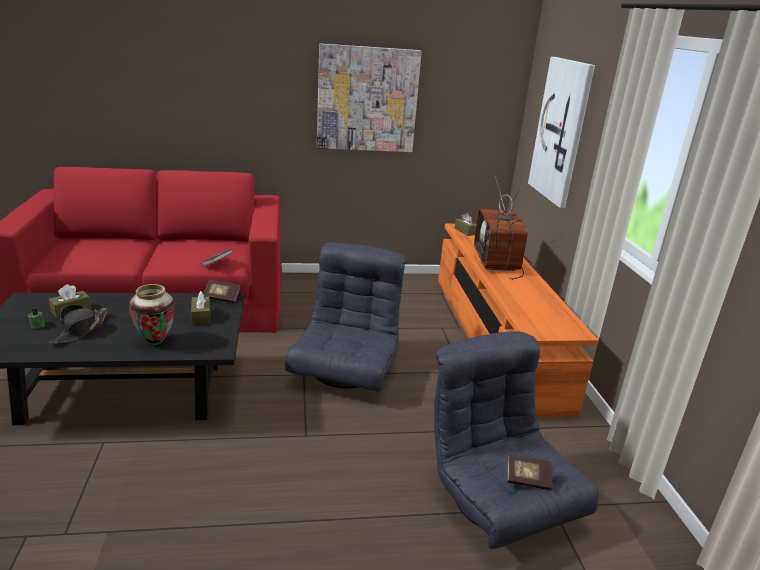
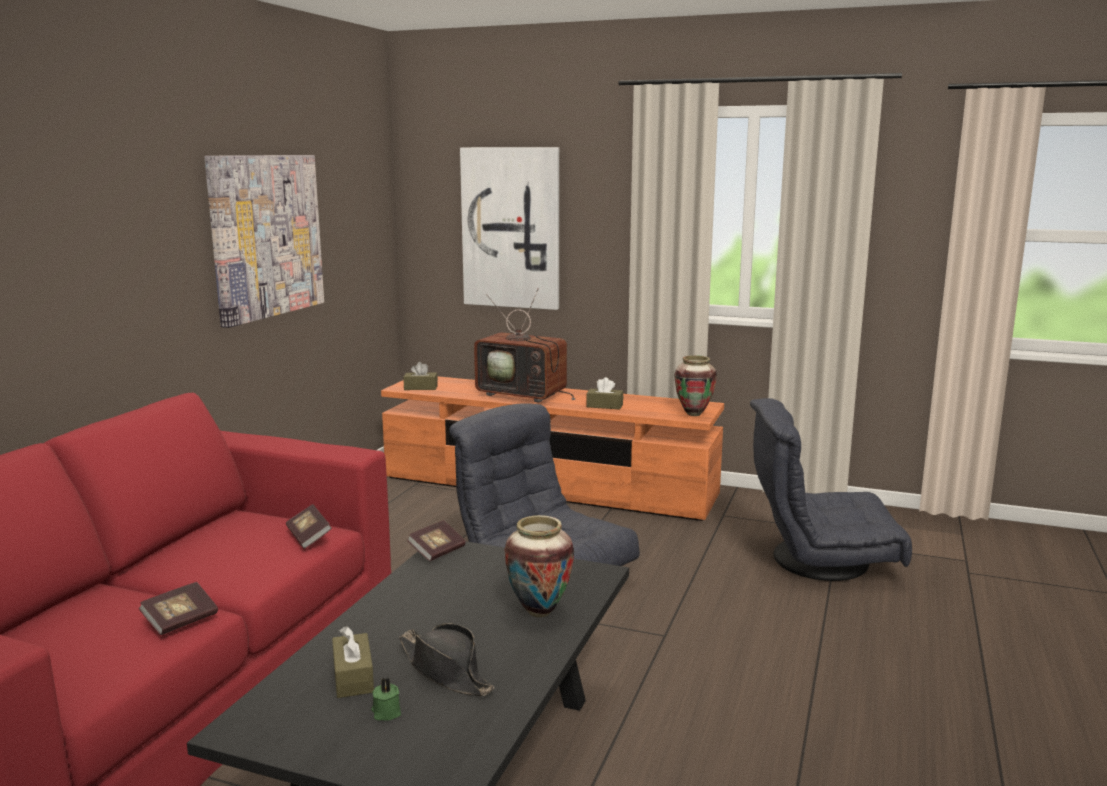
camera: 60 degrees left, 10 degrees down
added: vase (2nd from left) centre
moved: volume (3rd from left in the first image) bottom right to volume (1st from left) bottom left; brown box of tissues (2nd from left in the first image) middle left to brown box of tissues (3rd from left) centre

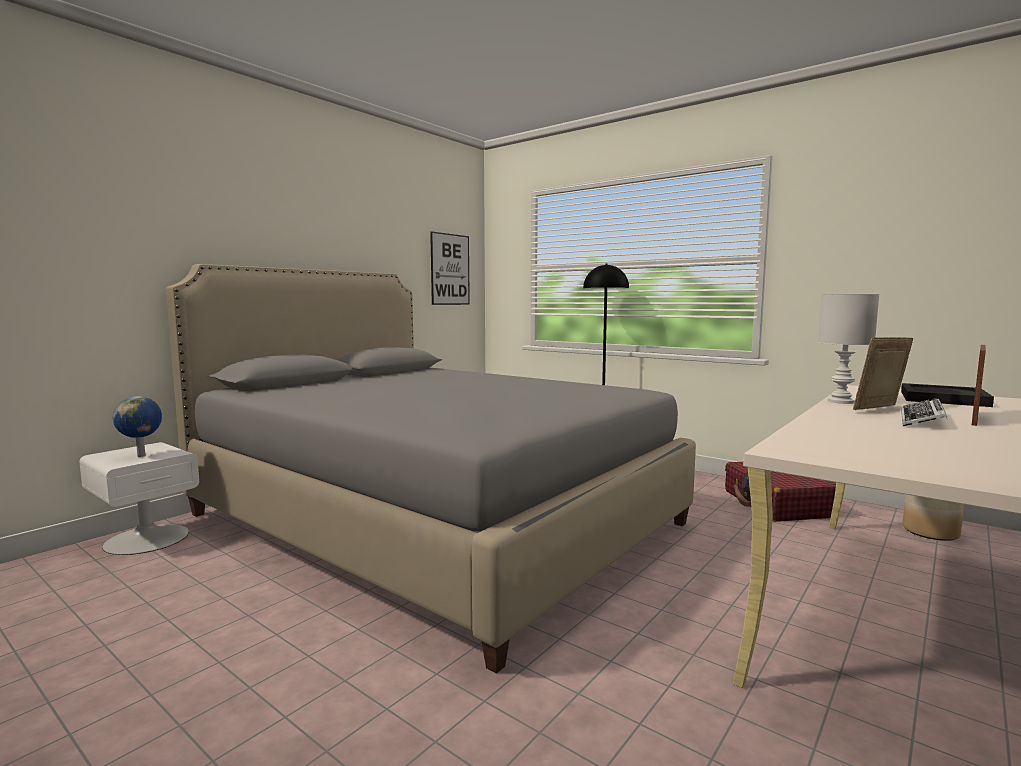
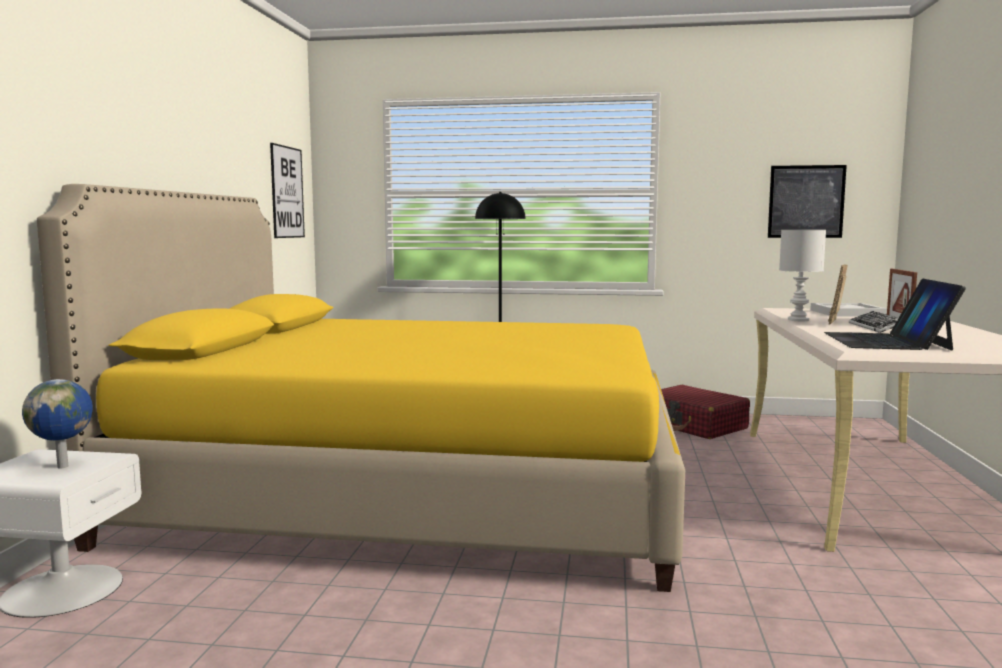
camera: 30 degrees left, 0 degrees up
removed: flower pot bottom right
added: wall art (2nd from left) top right; portable computer middle right
recoloured: greyish bed centre to yellow-coloured bed centre; black-coloured tray middle right to white tray middle right

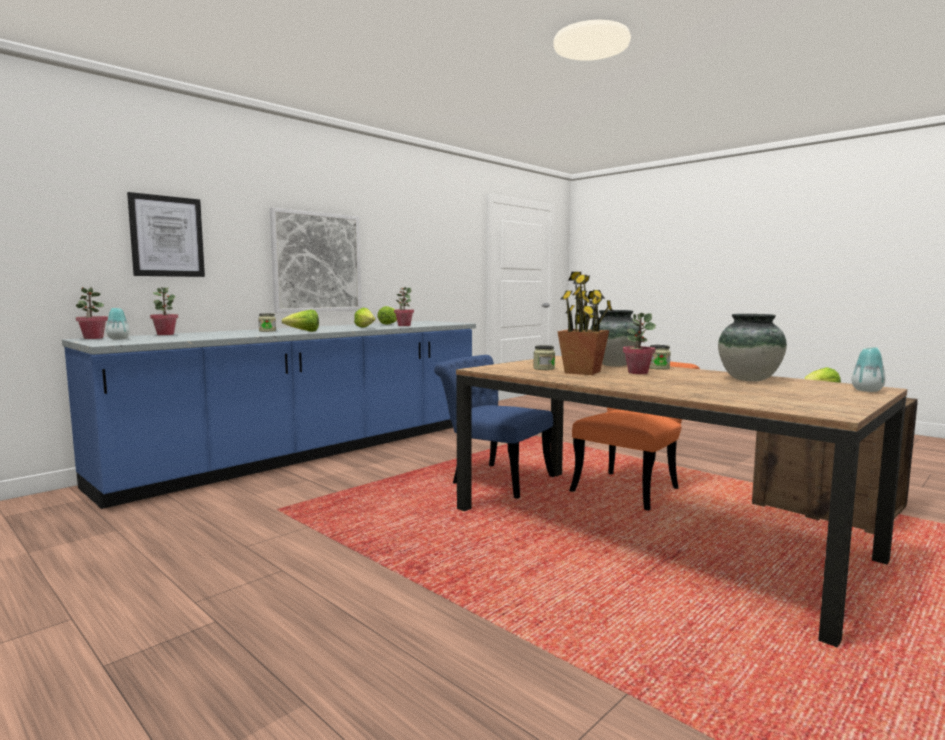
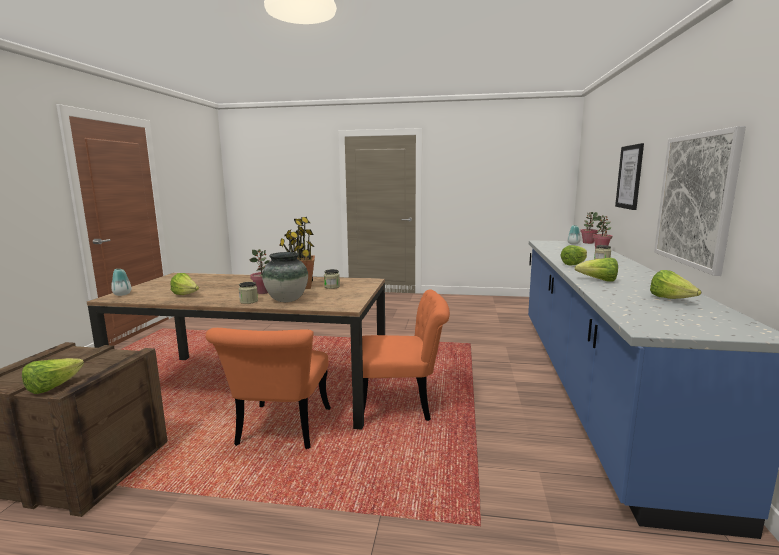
camera: 145 degrees right, 5 degrees up
removed: potted plant (3rd from left) centre
replaced: vase (3rd from left) middle right to lettuce (2nd from left) middle left
recoloured: bluish upright chair centre to orange-coloured upright chair (2nd from left) centre

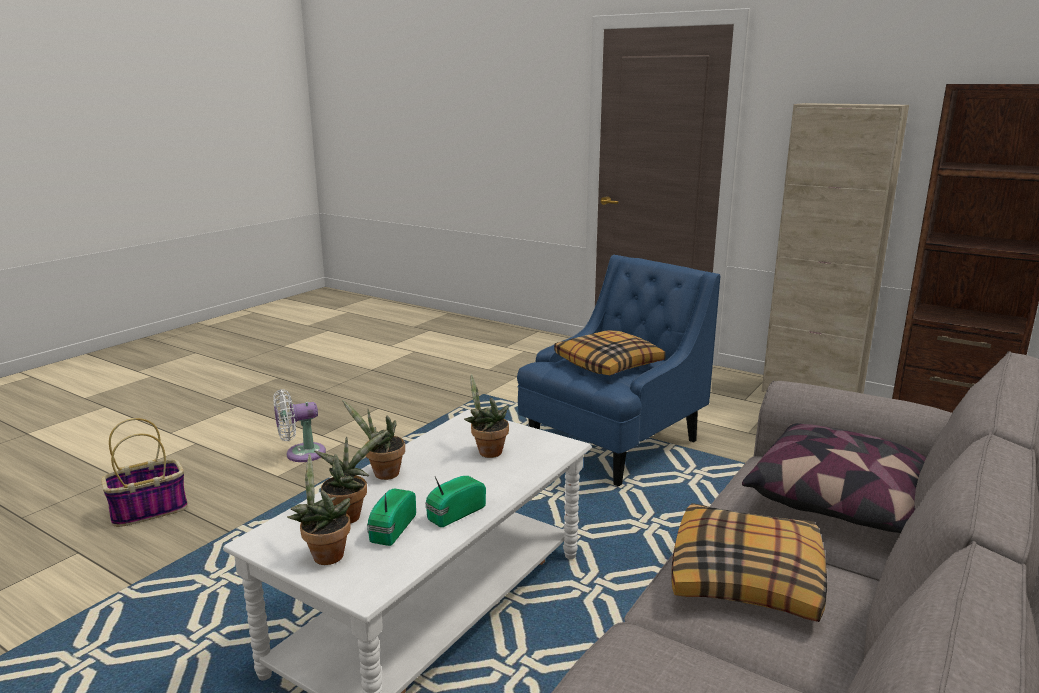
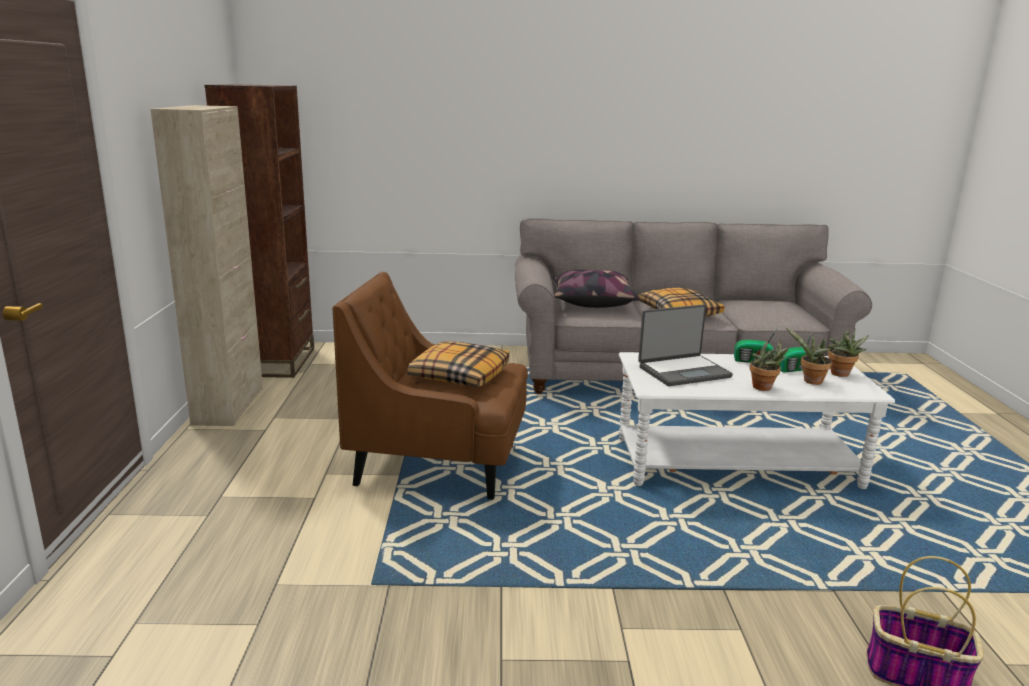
camera: 125 degrees left, 0 degrees up
removed: white fan middle left
replaced: potted plant (4th from left) centre to portable computer centre
recoloured: bluish easy chair centre to brown easy chair centre

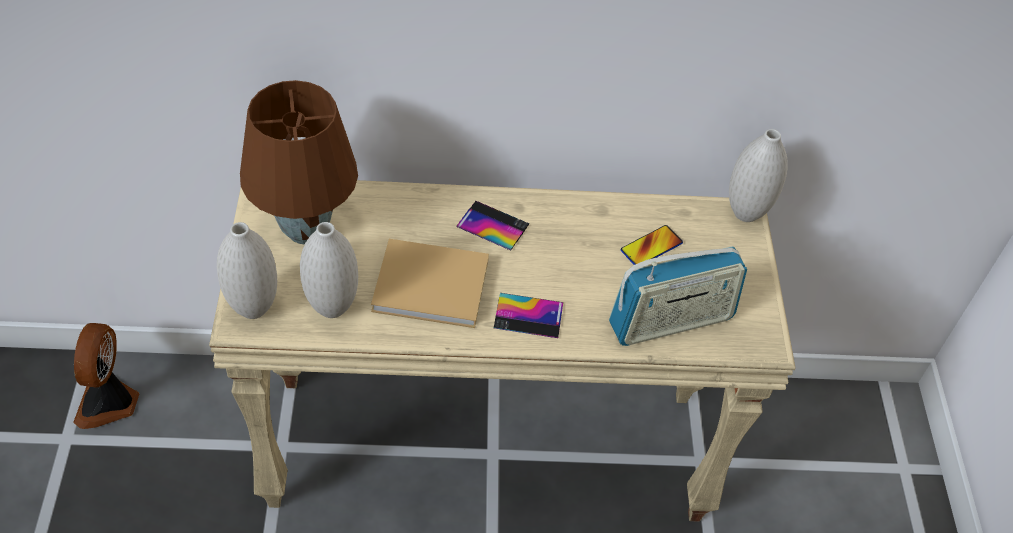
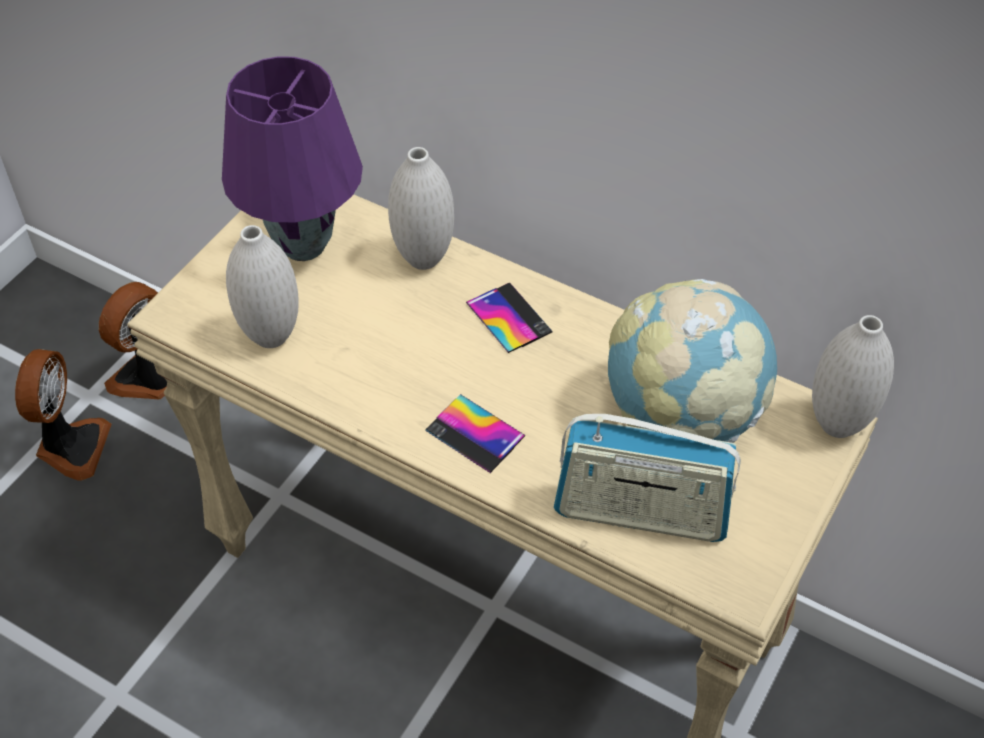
camera: 35 degrees right, 0 degrees up
removed: beige volume centre
added: fan (1st from left) middle left
moved: white vase (1st from left in the first image) middle left to white vase (2nd from left) top centre
replaced: handset (3rd from left) centre to world globe middle right
recoloured: brown table lamp top left to purple table lamp top left

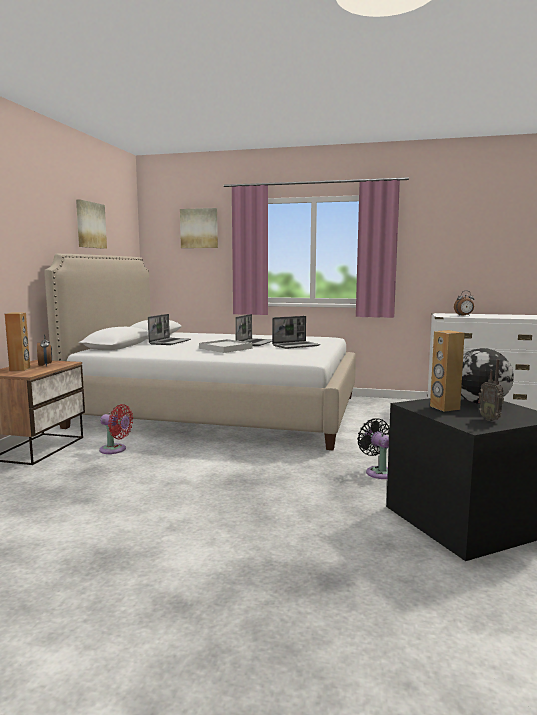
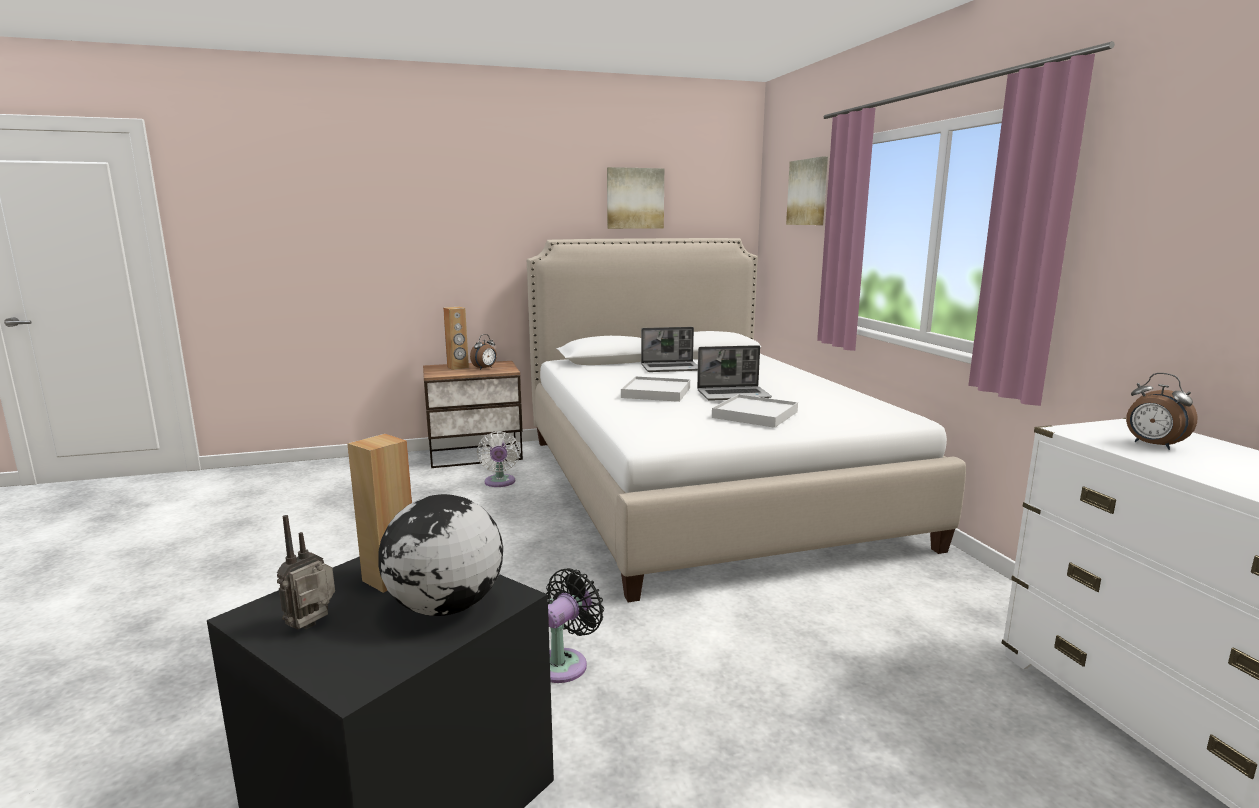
camera: 60 degrees right, 5 degrees up
replaced: portable computer (3rd from left) centre to white tray (2nd from left) centre
recoloured: reddish fan middle left to white fan centre

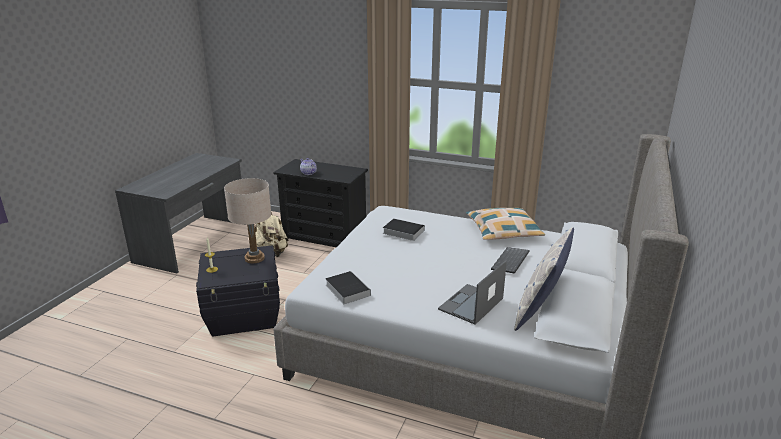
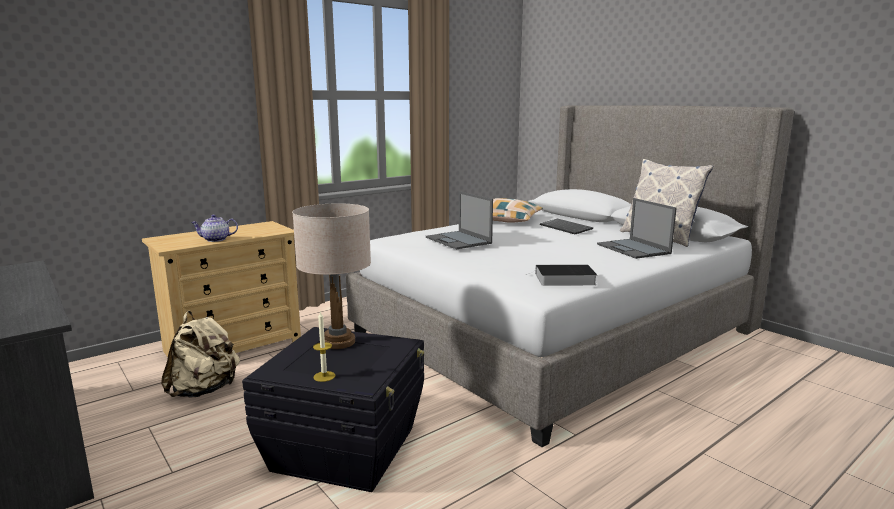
camera: 60 degrees left, 10 degrees down
replaced: volume (2nd from left) centre to portable computer (1st from left) centre
recoloured: black-coloured chest of drawers centre to beige chest of drawers middle left

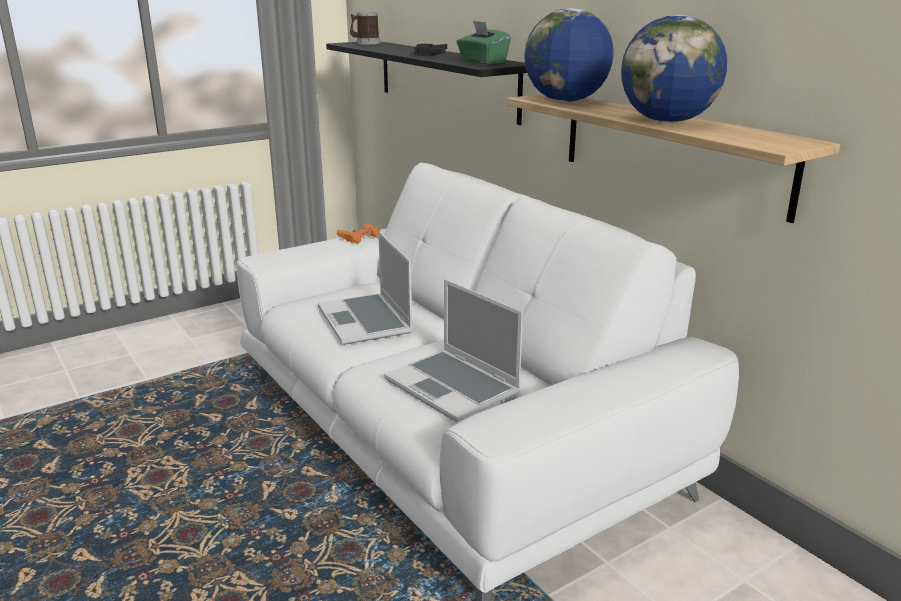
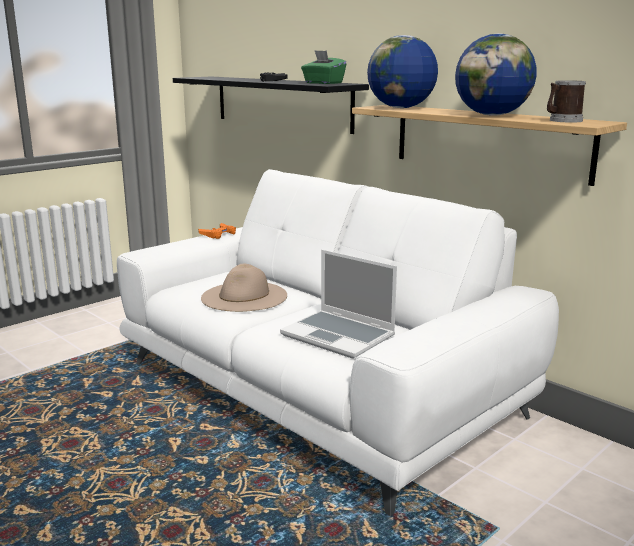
camera: 10 degrees left, 5 degrees down
moved: coffee mug top centre to top right
replaced: portable computer (1st from left) centre to beige wearable hat centre

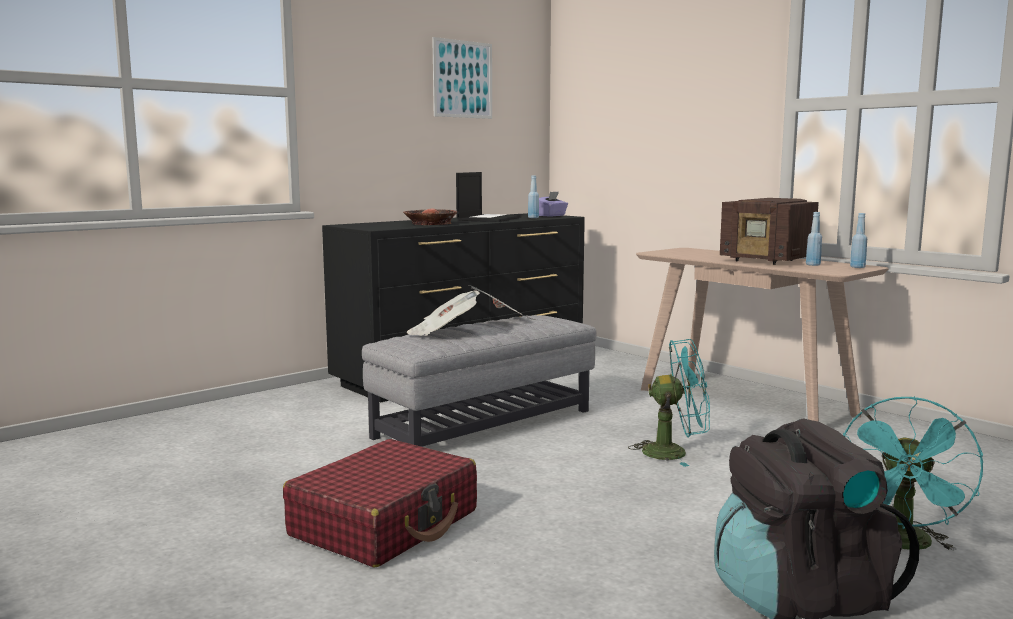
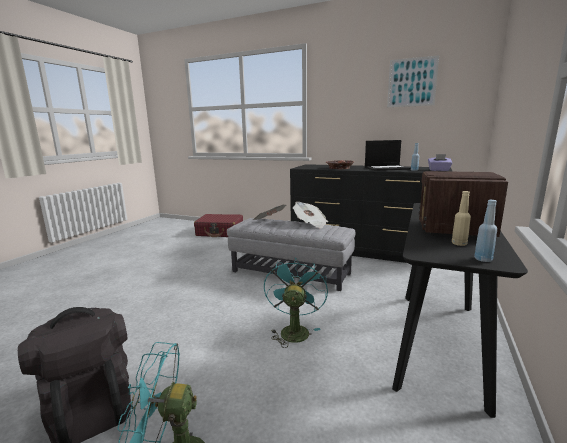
camera: 65 degrees right, 5 degrees up
moved: reddish suitcase bottom centre to centre
recoloured: beige console table middle right to black-coloured console table bottom right; bluish beverage bottle (2nd from left) middle right to beige beverage bottle middle right
turned: turquoise fan (1st from left in the first image) centre = bottom centre 150 degrees counterclockwise

